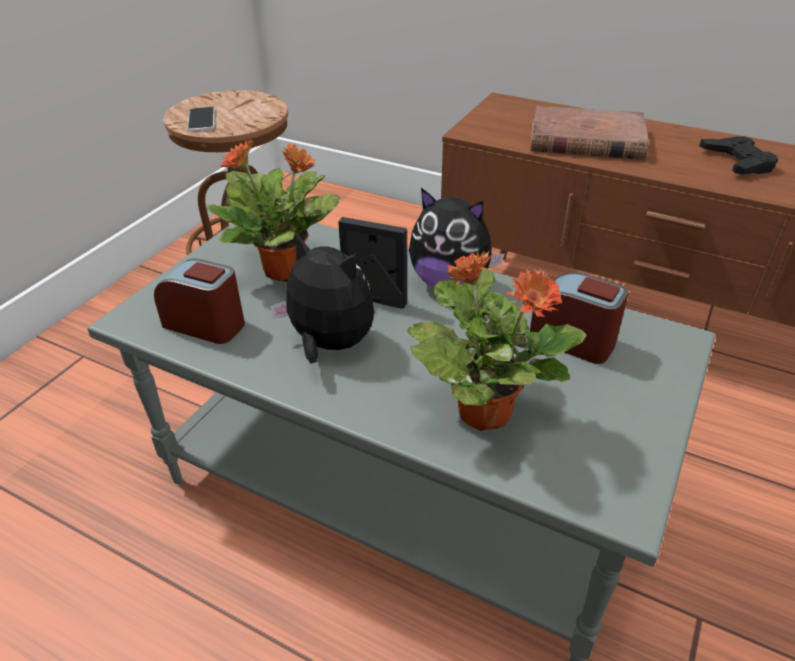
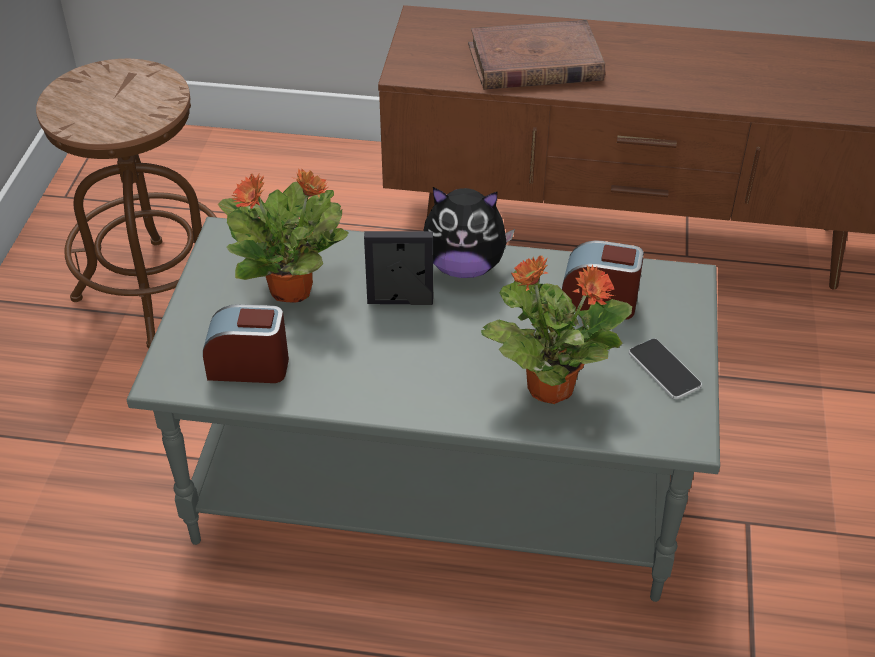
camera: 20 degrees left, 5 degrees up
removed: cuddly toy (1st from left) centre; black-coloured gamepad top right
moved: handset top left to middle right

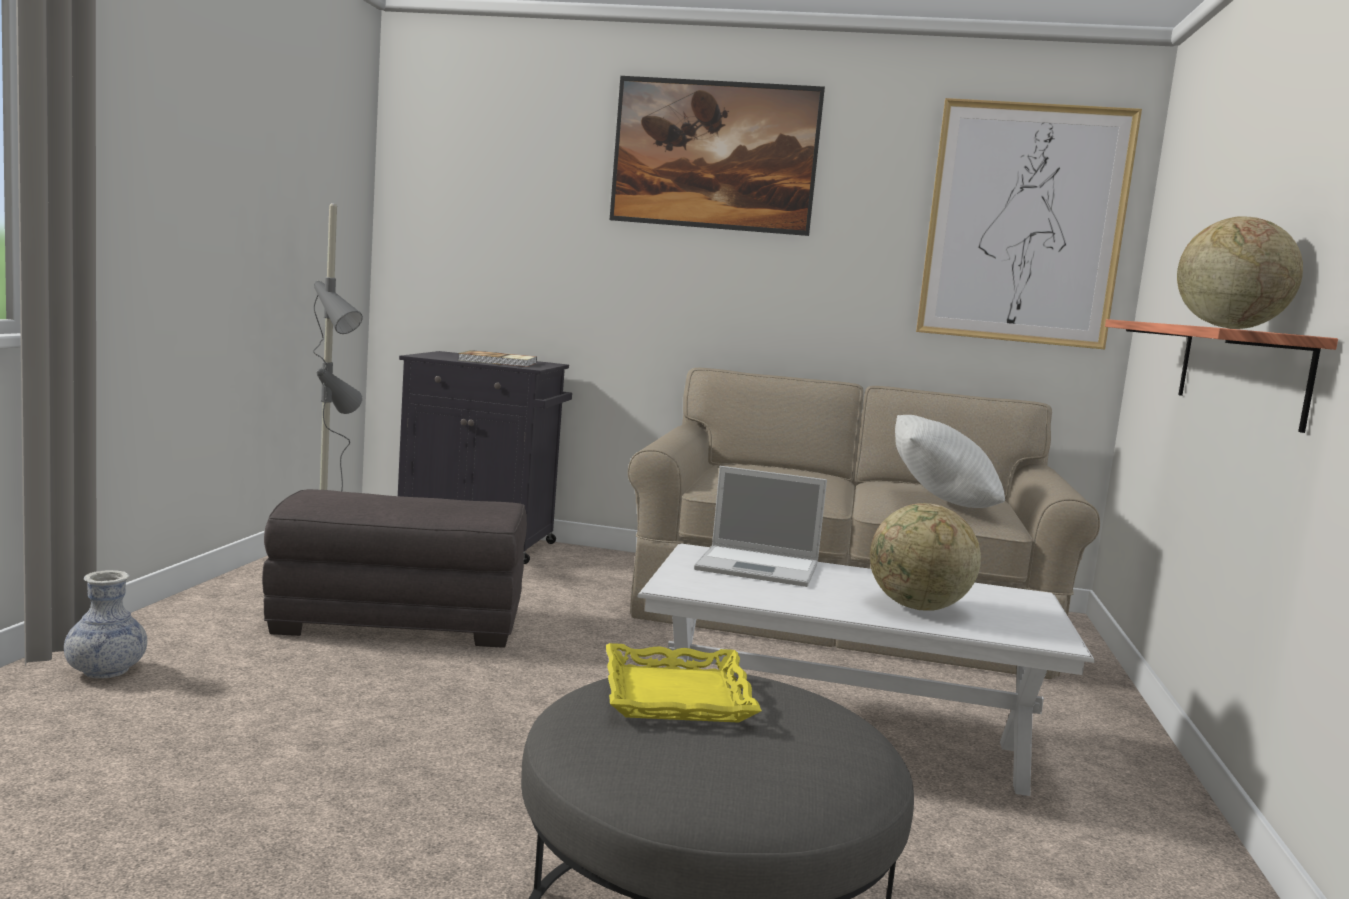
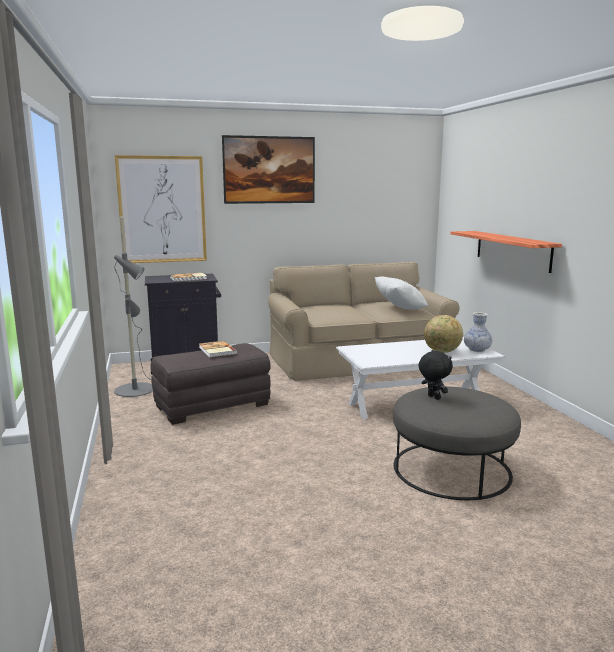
camera: 25 degrees left, 5 degrees up
removed: portable computer centre; world globe (2nd from left) top right
added: volume (2nd from left) centre
moved: wall art (2nd from left in the first image) top right to wall art (1st from left) top left; vase bottom left to middle right
replaced: yellow-coloured tray bottom centre to black-coloured cuddly toy middle right

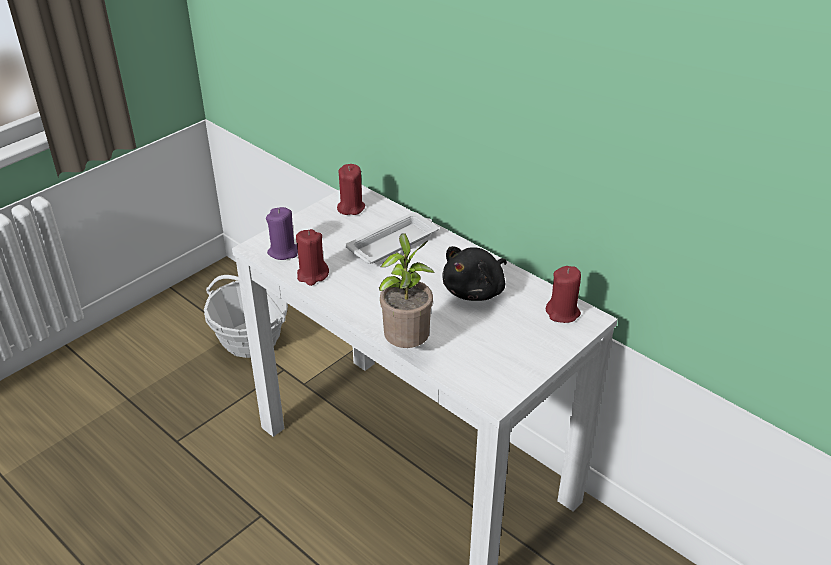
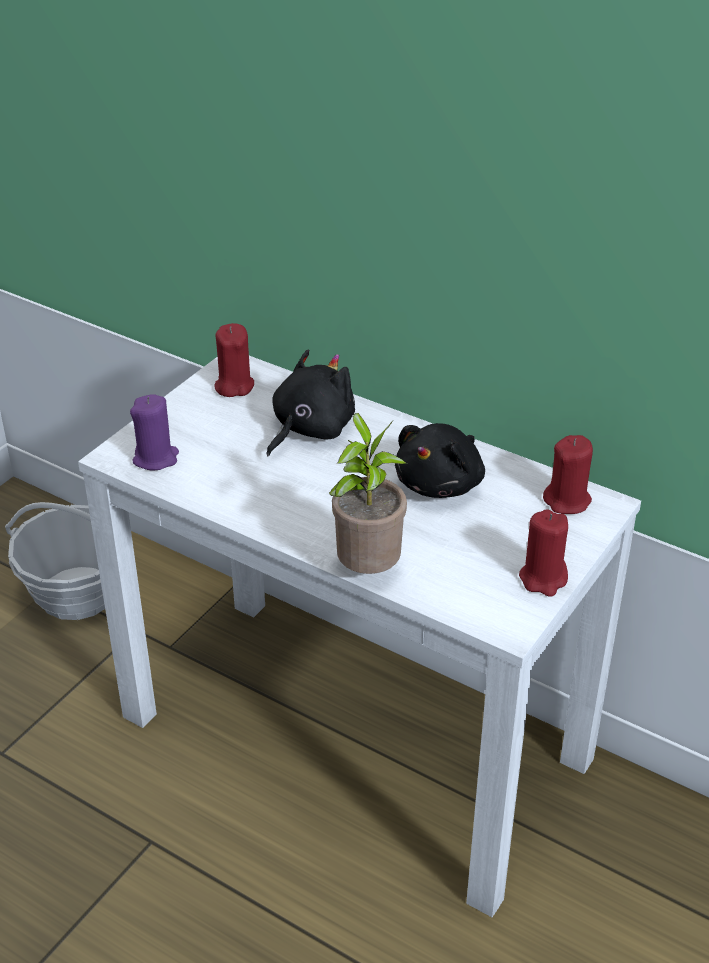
camera: 10 degrees left, 0 degrees up
moved: reddish wax light (1st from left in the first image) centre to reddish wax light (2nd from left) middle right
replaced: white tray centre to black-coloured cuddly toy (1st from left) centre

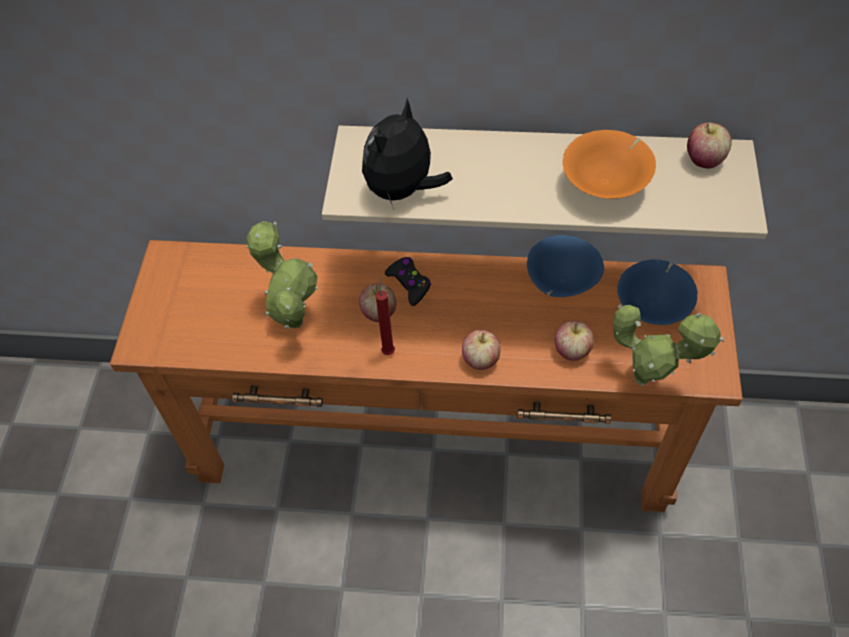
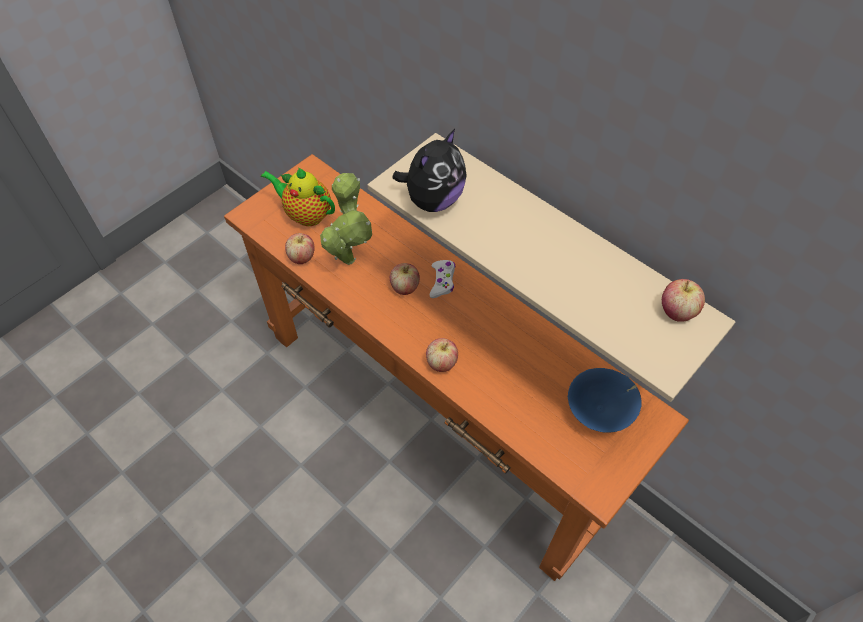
camera: 35 degrees right, 0 degrees up
removed: reddish wax light centre; bluish serving bowl (1st from left) centre; orange-coloured serving bowl top right; potted plant (2nd from left) middle right
added: pot for tea top centre
moved: apple (3rd from left in the first image) middle right to apple (1st from left) centre
recoloured: black-coloured gamepad centre to white gamepad centre
turned: cuddly toy top centre = top centre 150 degrees clockwise

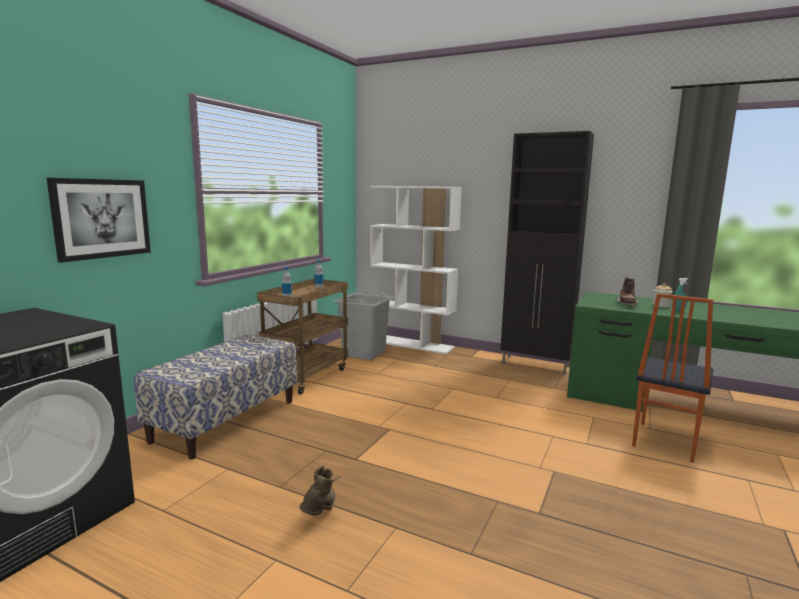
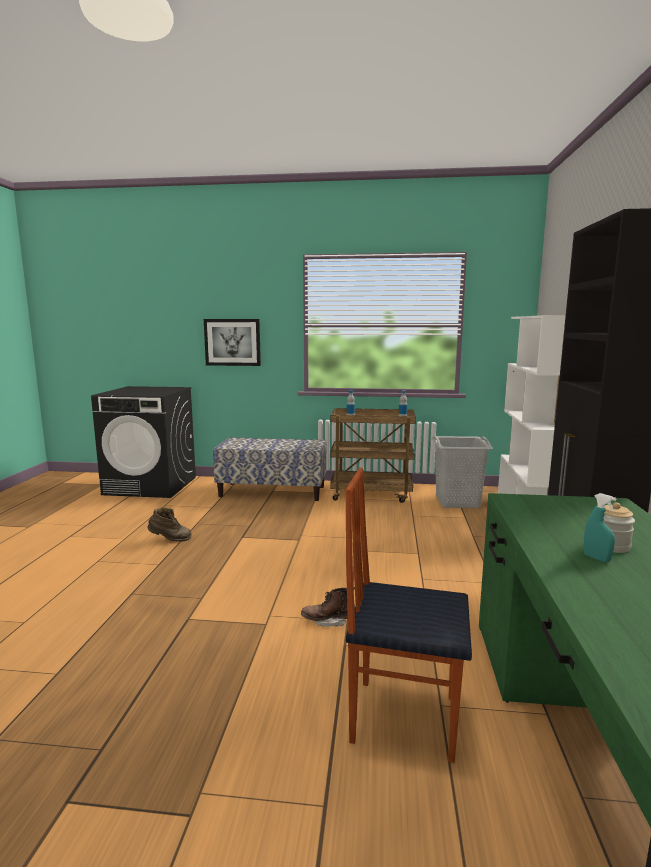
camera: 70 degrees right, 0 degrees up
moved: brown high-top boot (2nd from left) middle right to bottom centre

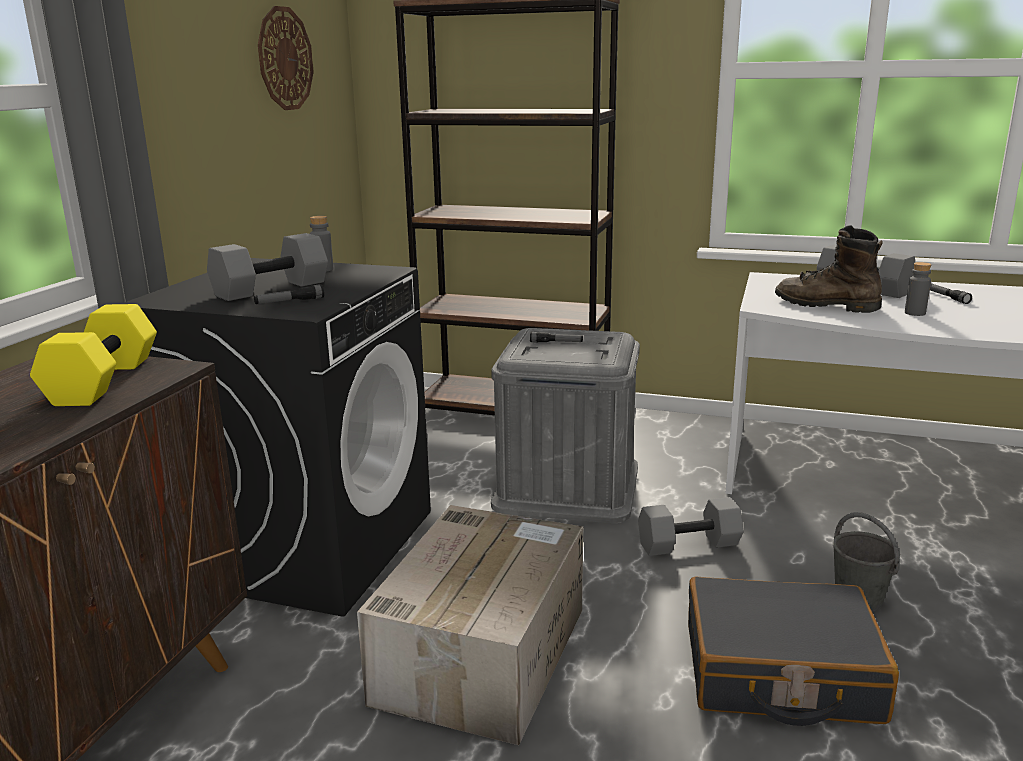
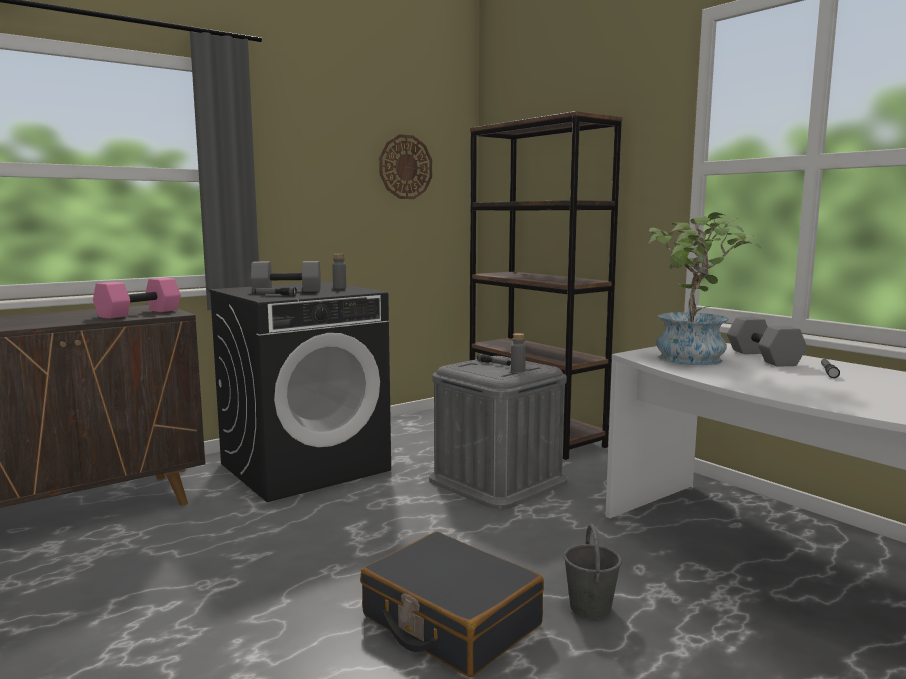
camera: 35 degrees right, 10 degrees down
removed: carton bottom centre; greyish dumbbell (2nd from left) bottom right
moved: greyish beverage bottle (2nd from left) middle right to centre
replaced: brown high-top boot middle right to potted plant middle right
recoloured: yellow-coloured dumbbell middle left to pink-coloured dumbbell middle left

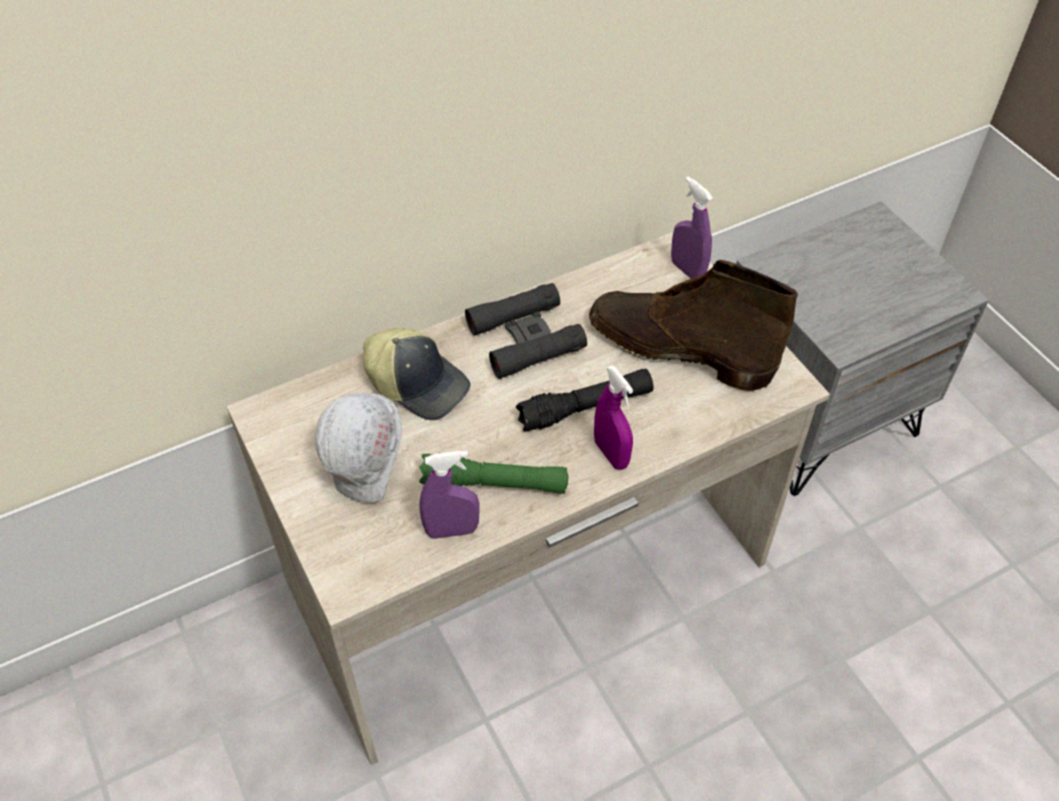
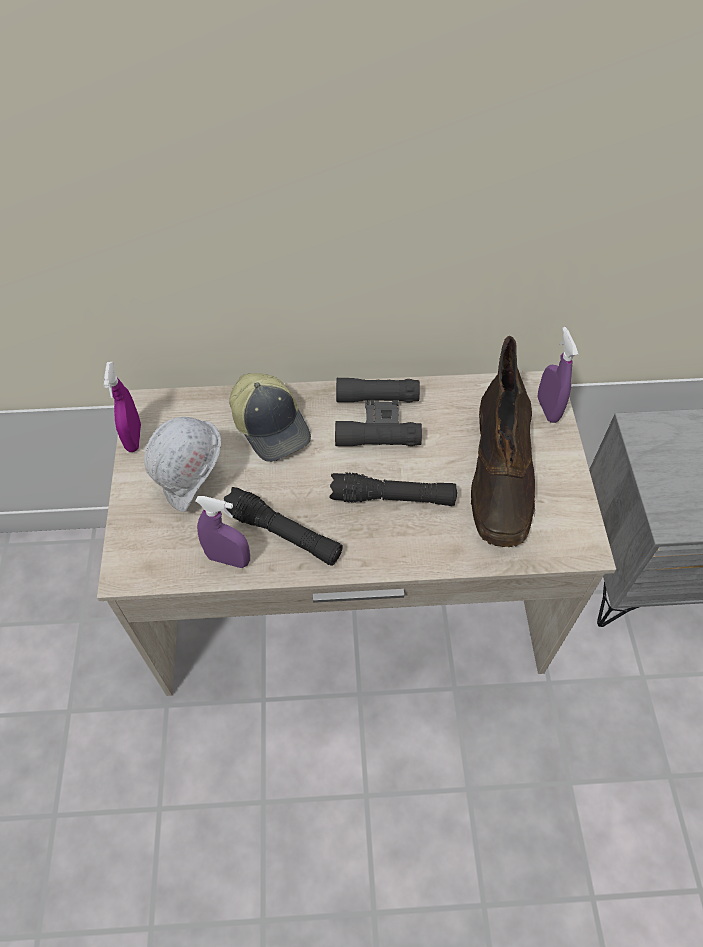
camera: 25 degrees right, 5 degrees up
moved: purple hand sprayer (2nd from left in the first image) centre to purple hand sprayer (1st from left) middle left
recoloured: green flashlight centre to black-coloured flashlight (1st from left) centre
turned: brown high-top boot centre = middle right 135 degrees counterclockwise

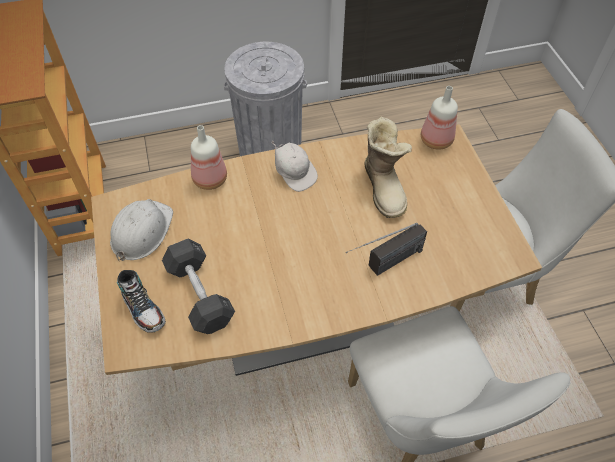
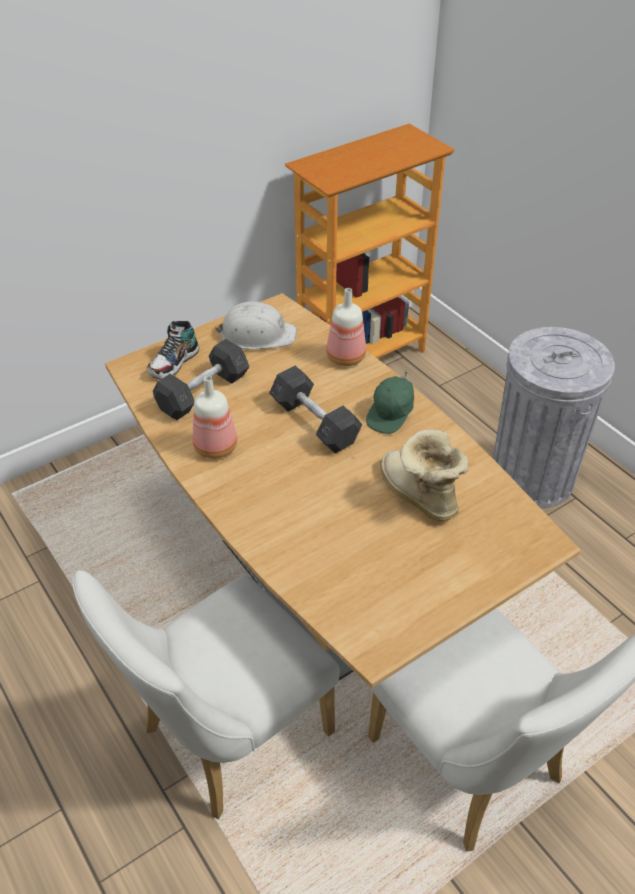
camera: 70 degrees right, 10 degrees down
removed: radio receiver centre
added: greyish dumbbell (2nd from left) centre
moved: beverage bottle (2nd from left in the first image) top right to beverage bottle (1st from left) centre
recoloured: white baseball cap centre to green baseball cap centre
turned: high-top boot centre = middle right 90 degrees clockwise

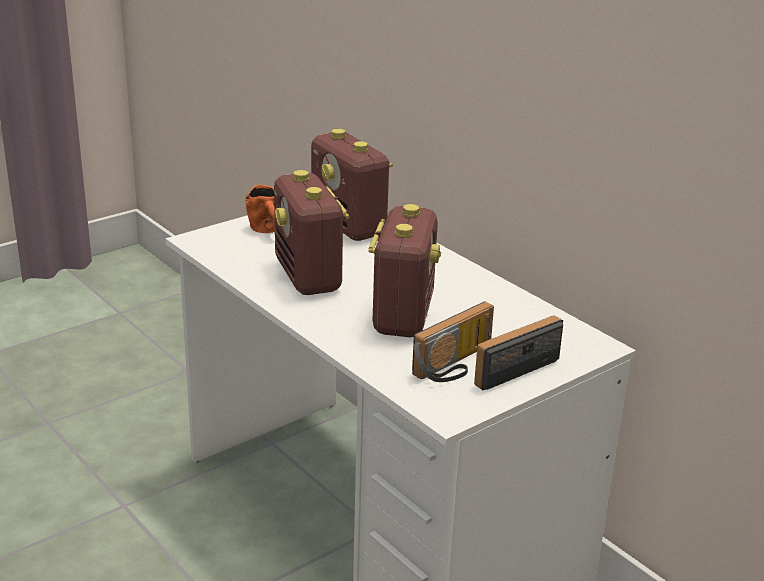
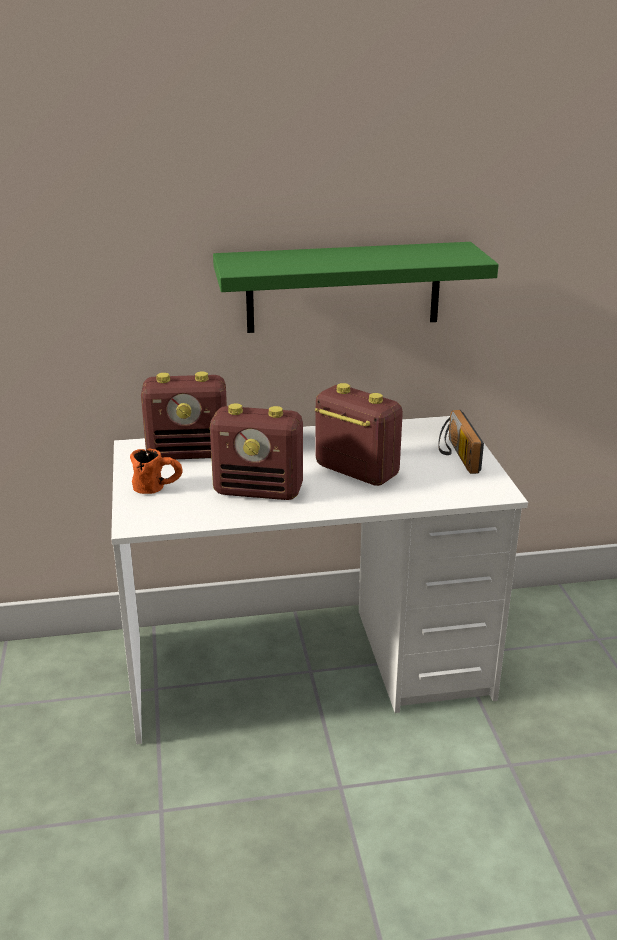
camera: 60 degrees left, 0 degrees up
removed: radio receiver (4th from left) centre
added: green bracket shelf top centre

